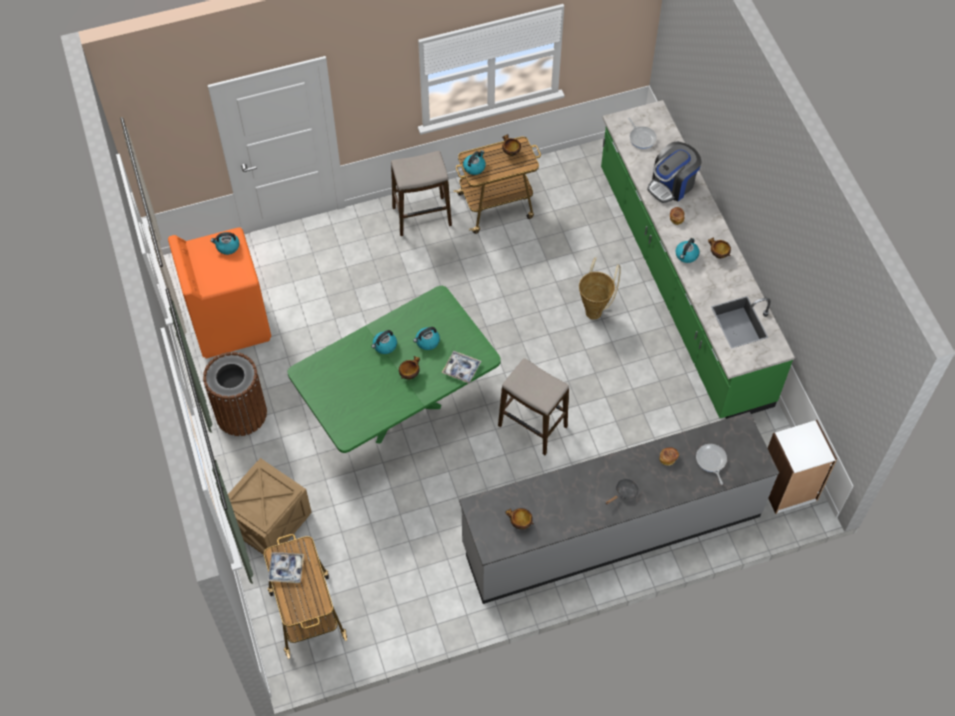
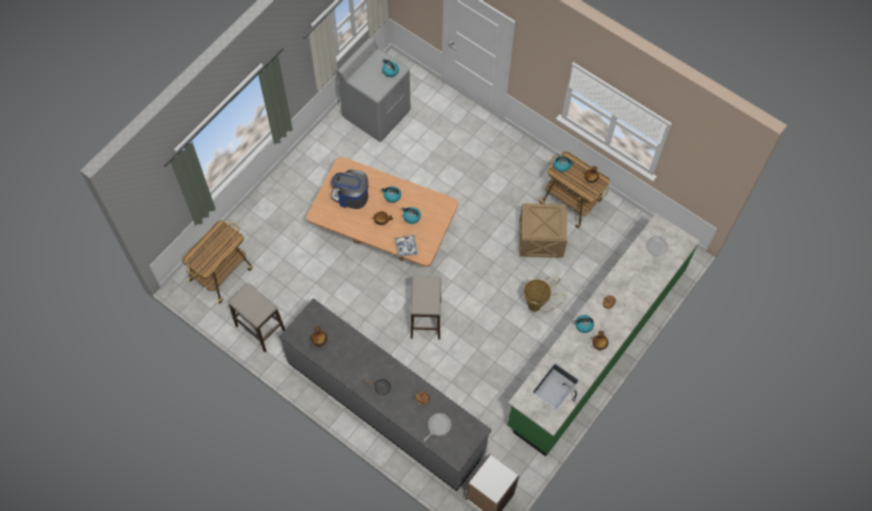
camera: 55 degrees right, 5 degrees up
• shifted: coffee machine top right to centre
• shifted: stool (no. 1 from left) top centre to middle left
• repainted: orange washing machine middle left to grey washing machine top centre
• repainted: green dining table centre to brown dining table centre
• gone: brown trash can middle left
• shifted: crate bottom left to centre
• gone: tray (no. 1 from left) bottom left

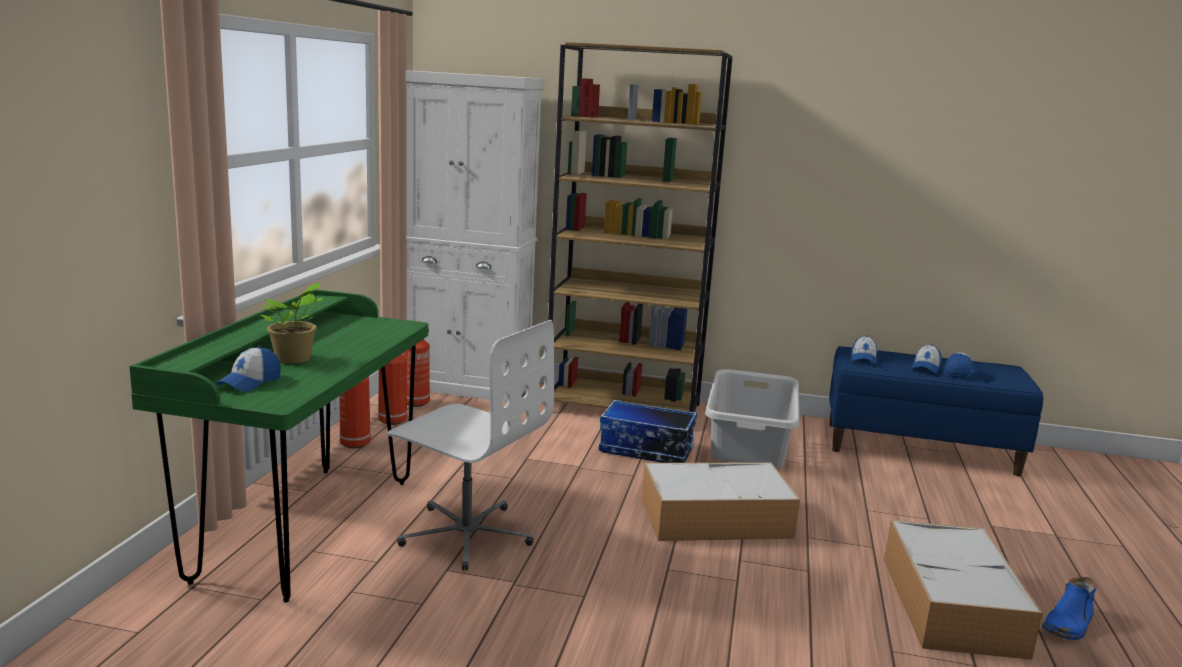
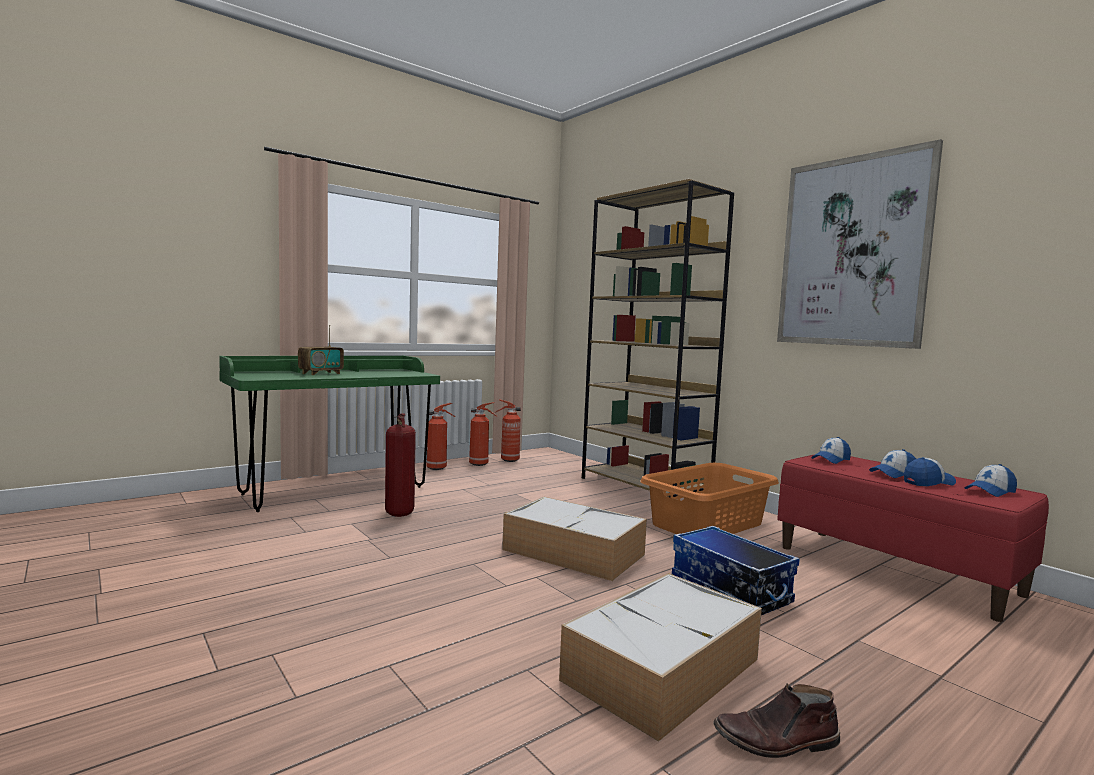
camera: 40 degrees right, 10 degrees down
• gone: white cabinet centre
• swapped: potted plant middle left to radio middle left
• swapped: white office chair bottom centre to fire extinguisher (no. 1 from left) centre
• shifted: cap (no. 1 from left in the first image) middle left to cap (no. 4 from left) middle right
• repainted: blue bench middle right to red bench bottom right
• repainted: grey laundry basket centre to orange laundry basket centre
• shifted: storage box (no. 1 from left in the first image) centre to storage box (no. 3 from left) bottom right
• repainted: blue boot bottom right to brown boot bottom right
• new: picture top right

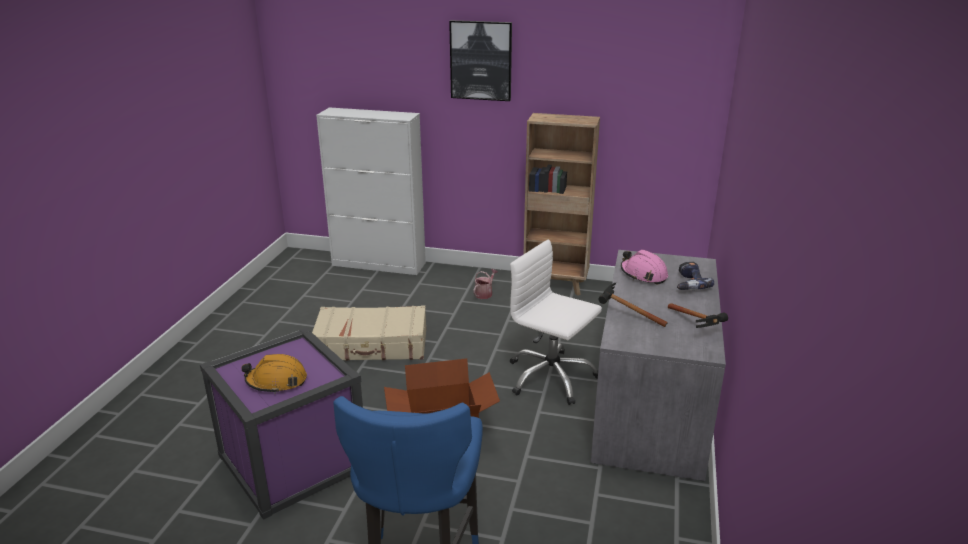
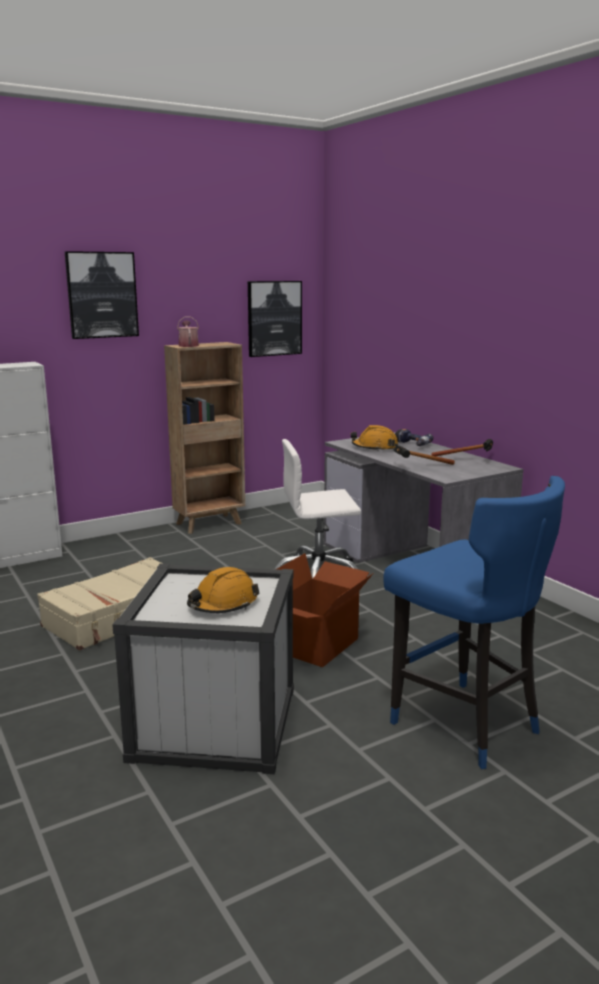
camera: 45 degrees left, 10 degrees down
• repainted: pink hard hat centre to orange hard hat (no. 2 from left) centre
• shifted: watering can centre to middle left
• repainted: purple storage box bottom left to white storage box bottom centre
• new: picture (no. 2 from left) top centre

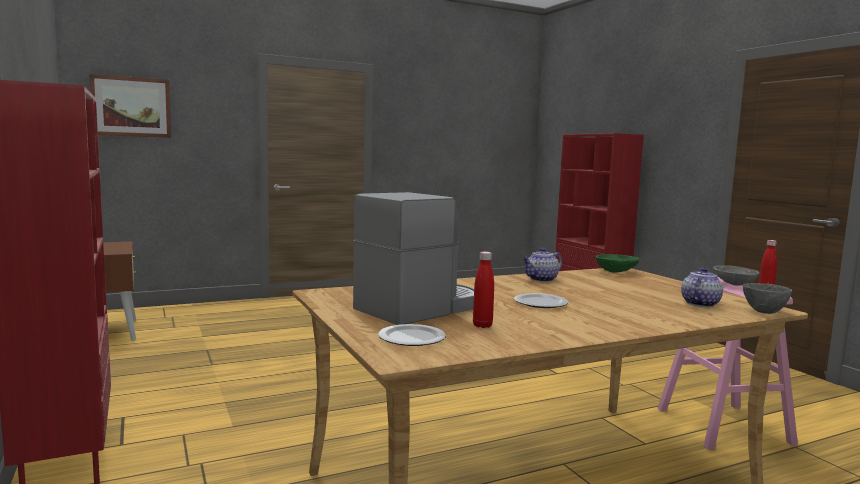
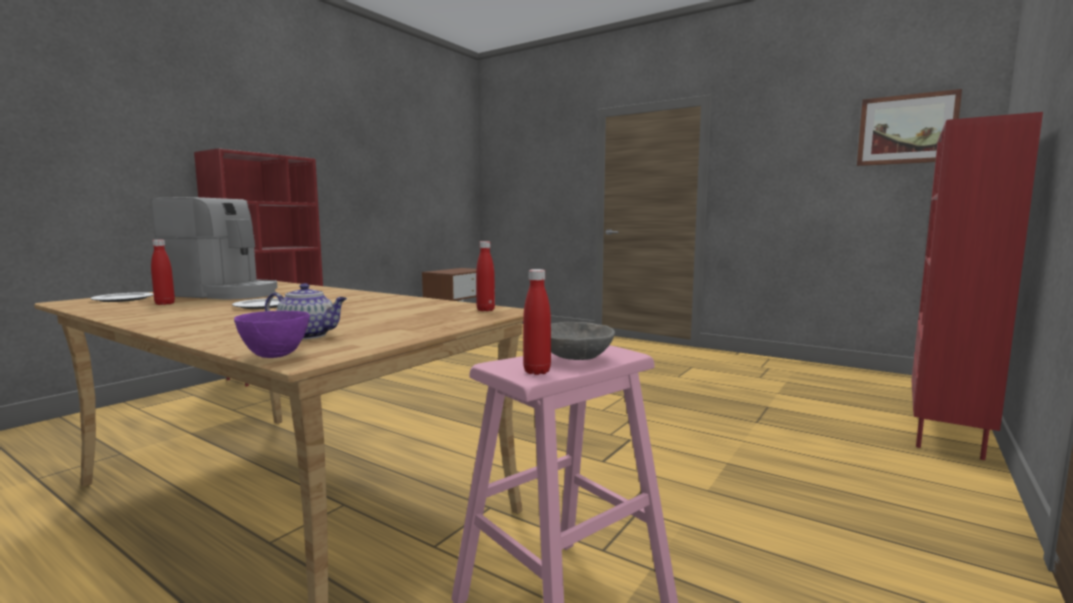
camera: 60 degrees right, 0 degrees up
• shifted: picture top left to top right
• gone: teapot (no. 1 from left) centre
• swapped: green bowl middle right to red bottle (no. 2 from left) centre
• repainted: grey bowl (no. 2 from left) middle right to purple bowl middle left

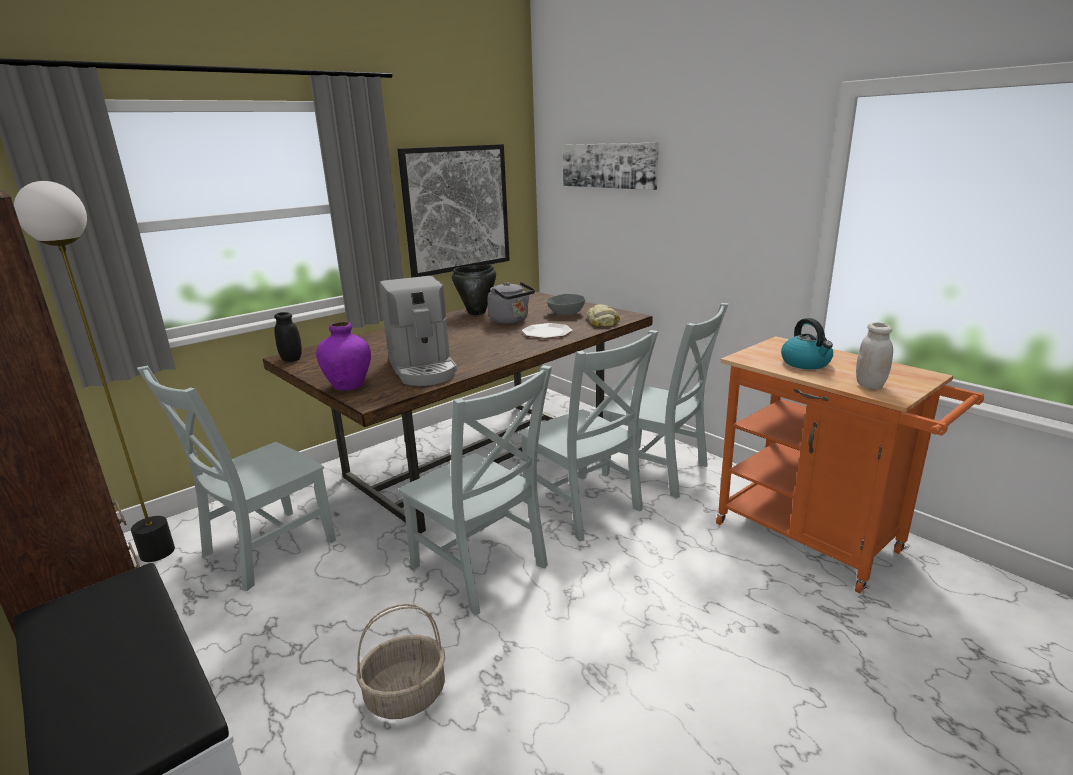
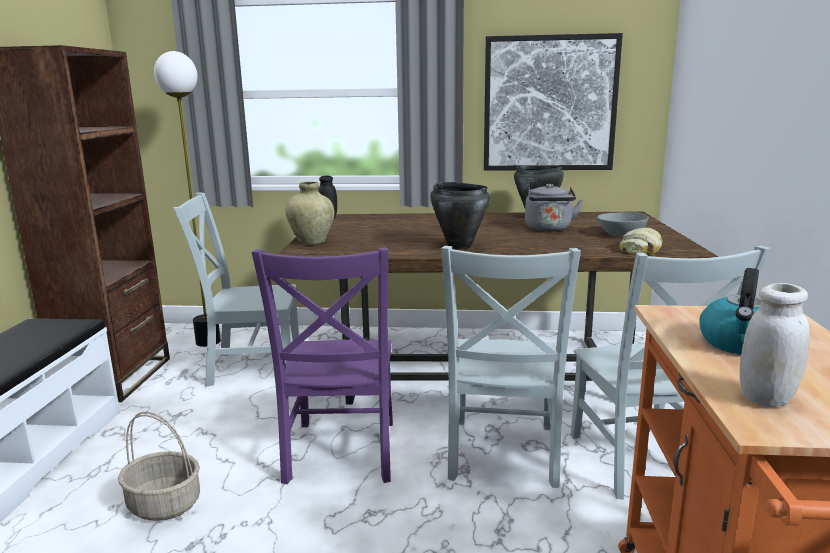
camera: 45 degrees right, 5 degrees down
• gone: picture (no. 2 from left) top centre
• gone: coffee machine centre
• repainted: purple vase middle left to beige vase centre
• gone: plate centre
• repainted: grey chair (no. 2 from left) centre to purple chair centre
• new: black cooking pot (no. 1 from left) centre

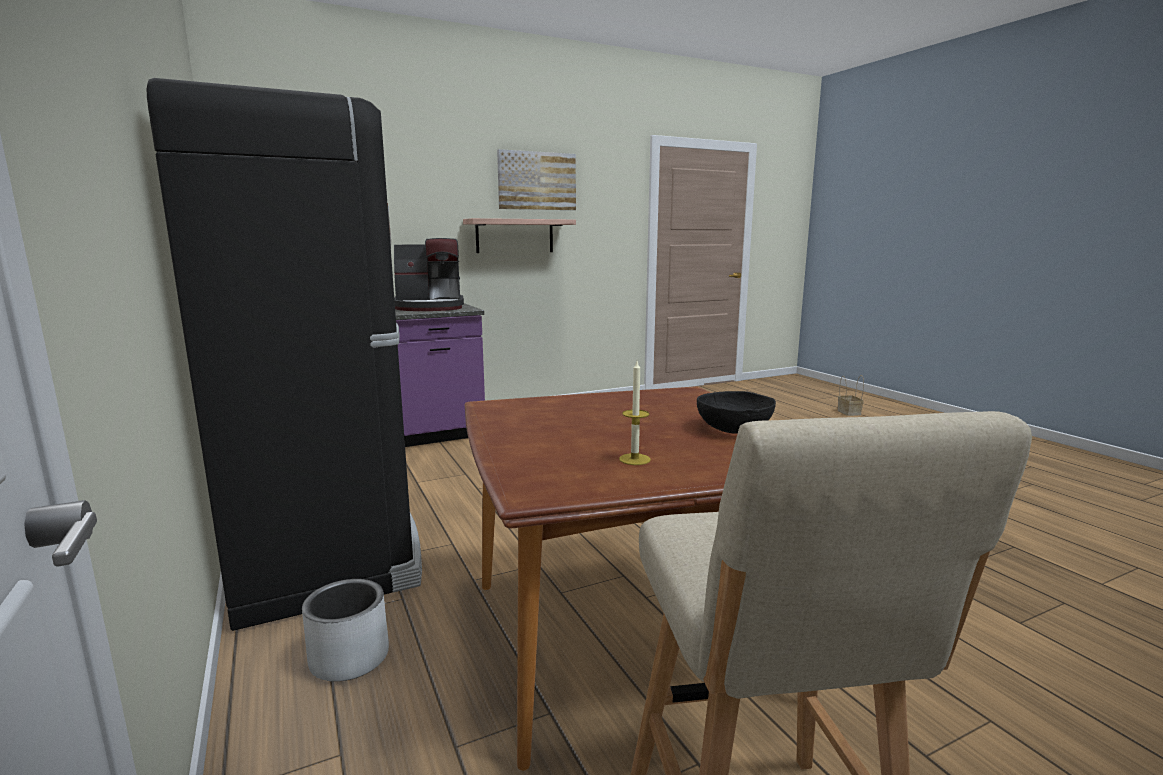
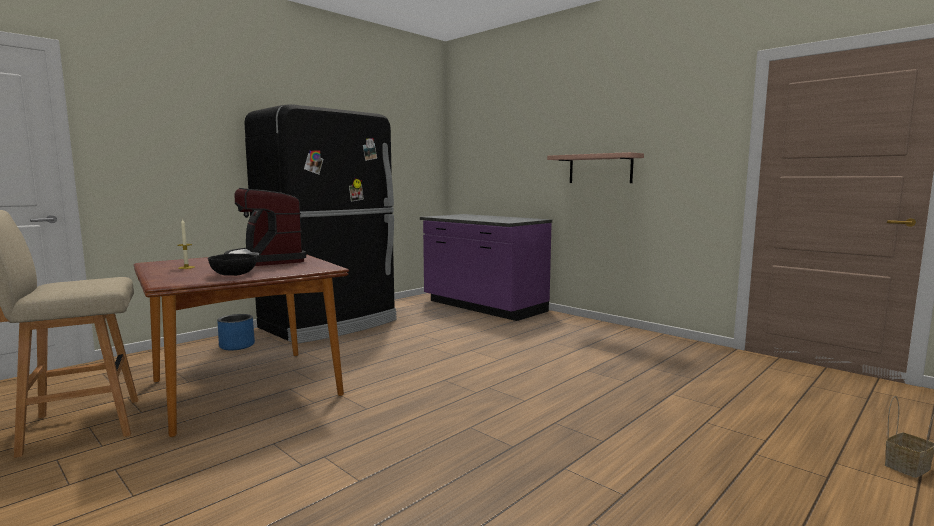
camera: 70 degrees right, 5 degrees down
• gone: picture top centre
• shifted: coffee machine centre to middle left
• repainted: grey planter bottom left to blue planter middle left

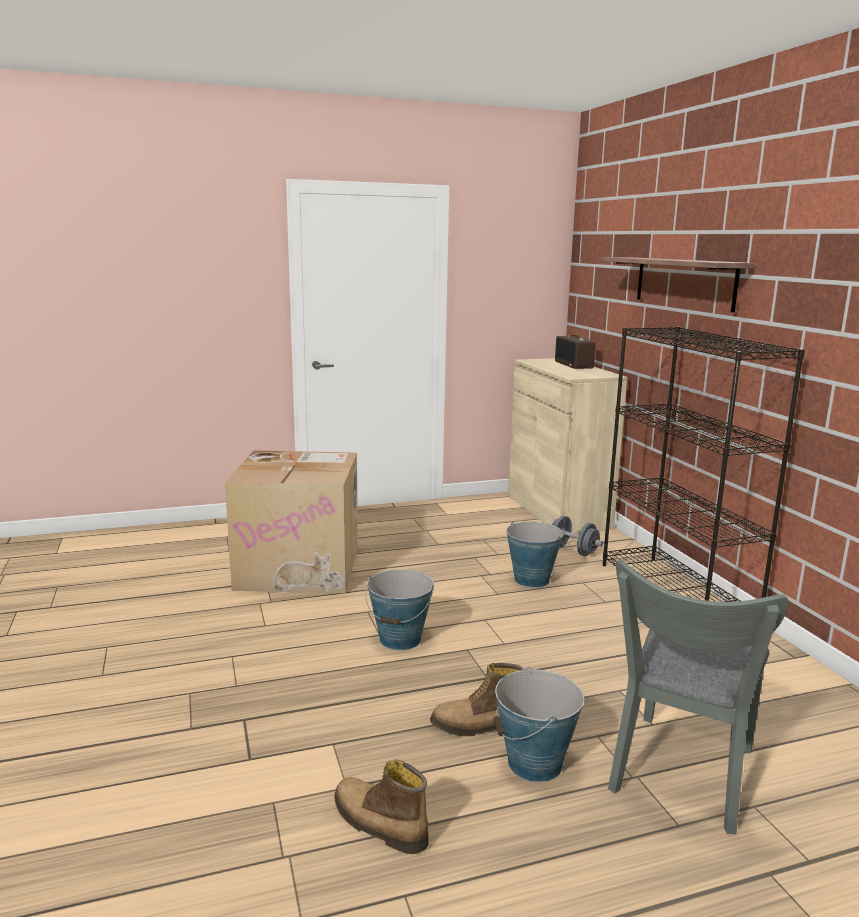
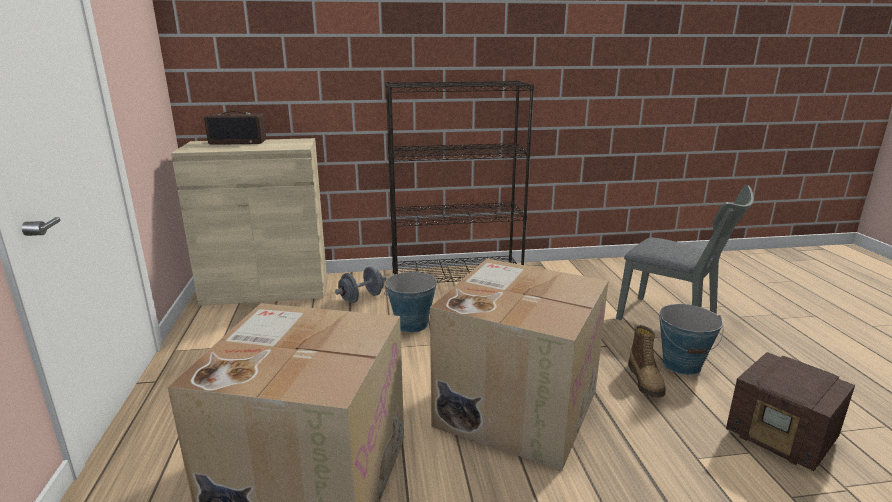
camera: 80 degrees left, 5 degrees up
• gone: shelf top right
• swapped: bucket (no. 1 from left) centre to cardboard box (no. 2 from left) bottom centre
• swapped: boot (no. 1 from left) bottom centre to radio (no. 2 from left) bottom right

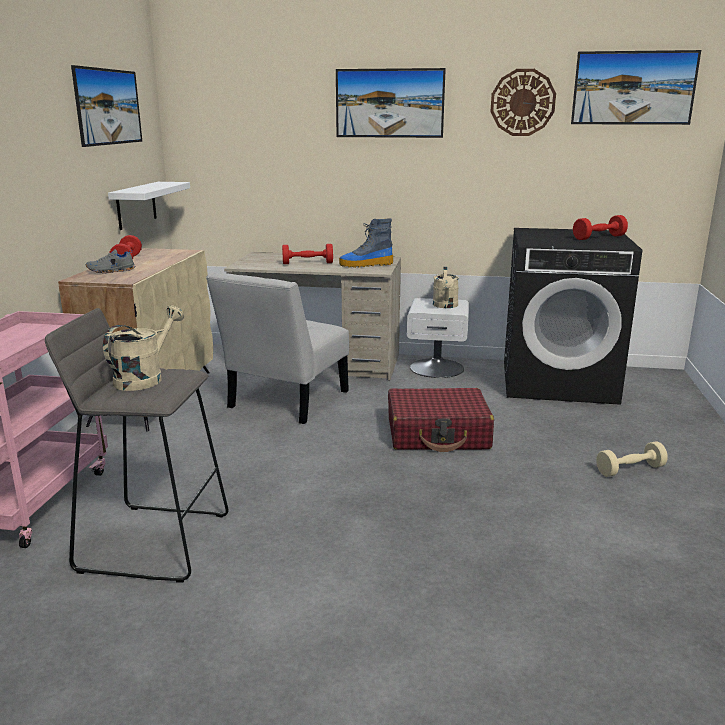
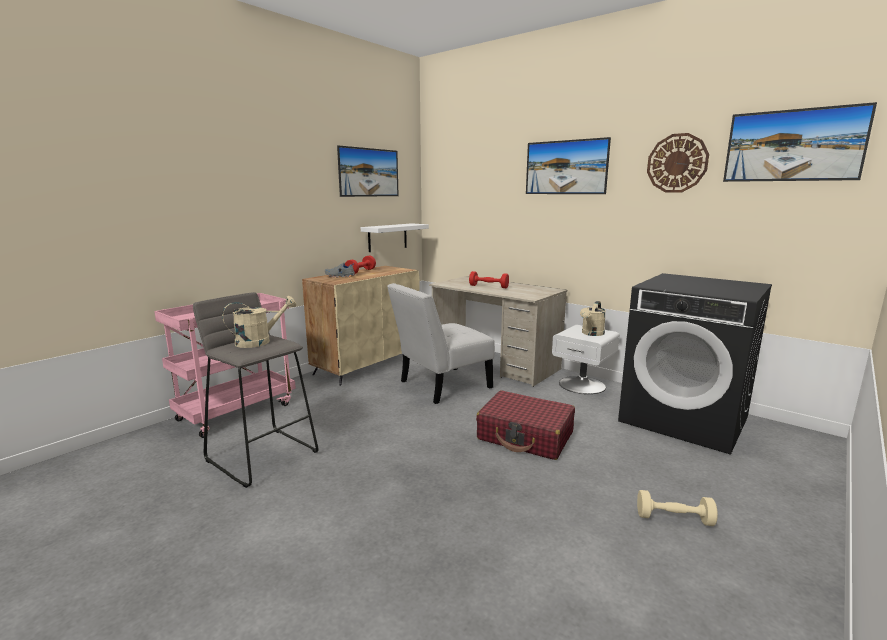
camera: 30 degrees right, 5 degrees down
• gone: red dumbbell (no. 3 from left) top right
• gone: boot centre

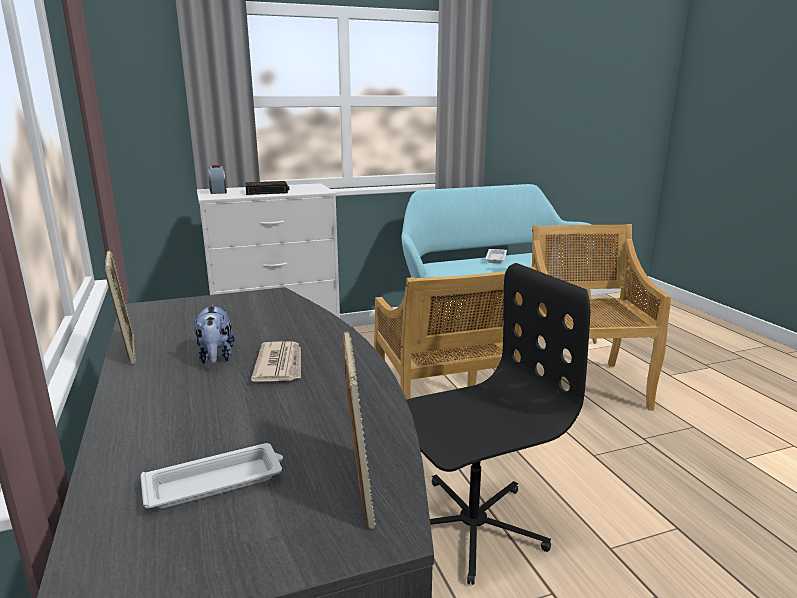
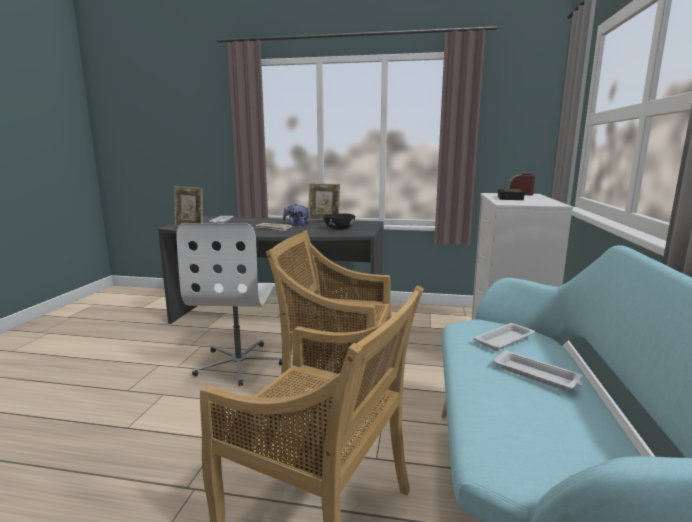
camera: 120 degrees right, 5 degrees down
• repainted: black office chair bottom centre to white office chair middle left
• new: black bowl centre
• new: white tray (no. 2 from left) middle right

